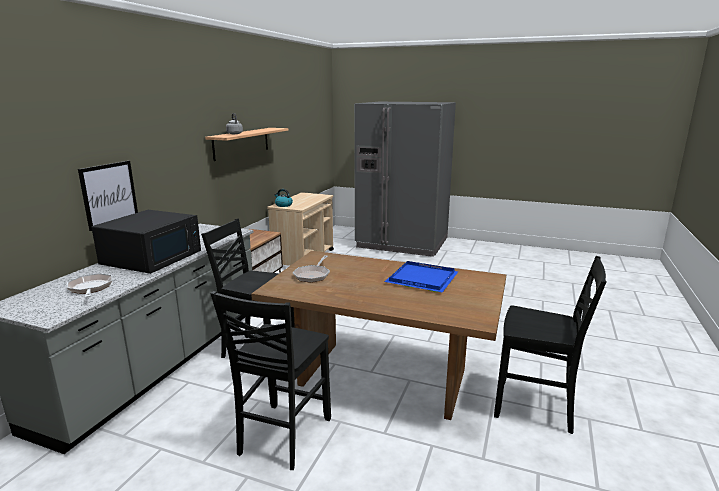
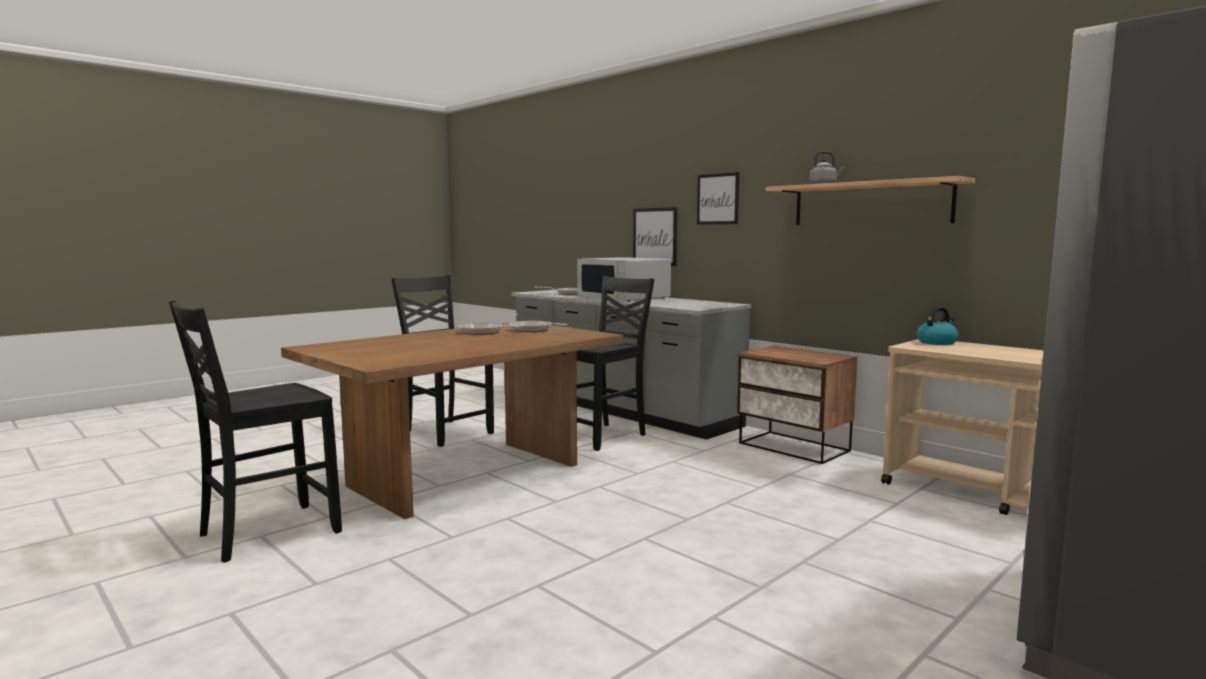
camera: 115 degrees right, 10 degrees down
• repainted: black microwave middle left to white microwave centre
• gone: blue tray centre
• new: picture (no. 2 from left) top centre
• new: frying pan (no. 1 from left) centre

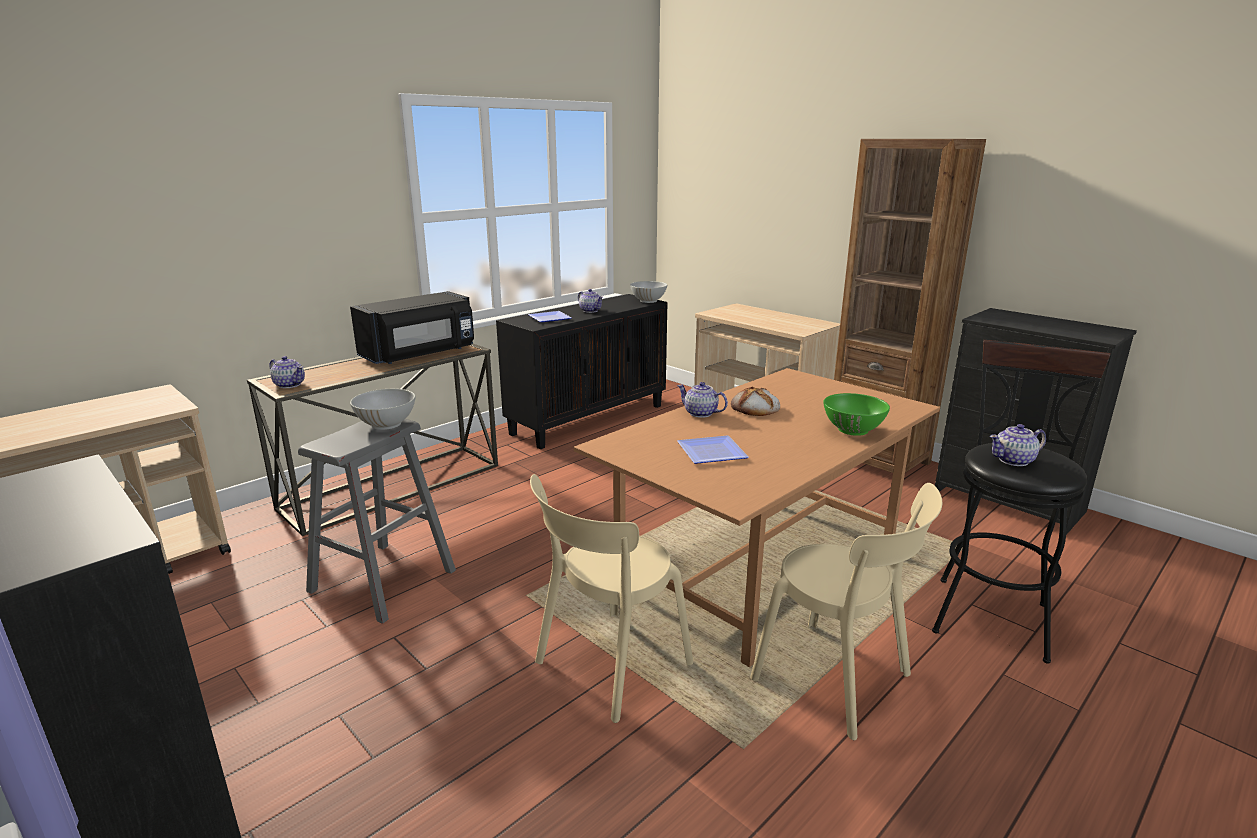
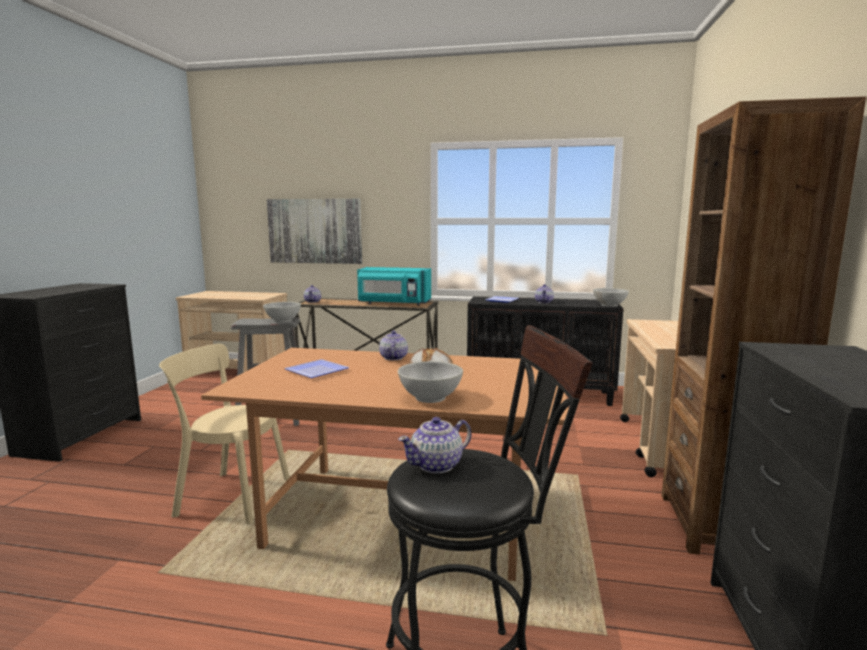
camera: 55 degrees right, 10 degrees down
• repainted: black microwave middle left to turquoise microwave centre
• repainted: green bowl middle right to white bowl (no. 2 from left) centre
• rotated: teapot (no. 4 from left in the first image) middle right = bottom centre 75 degrees counterclockwise
• gone: beige chair (no. 2 from left) bottom right
• new: picture centre

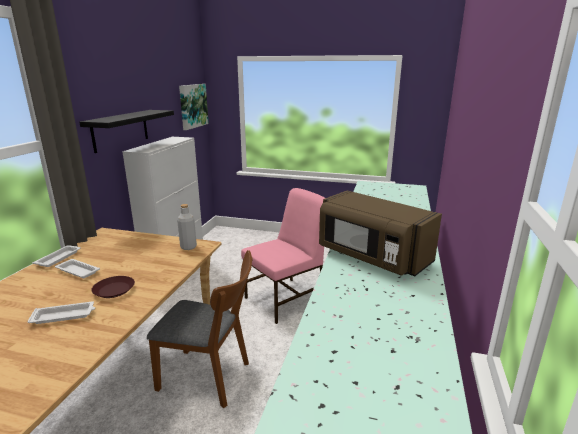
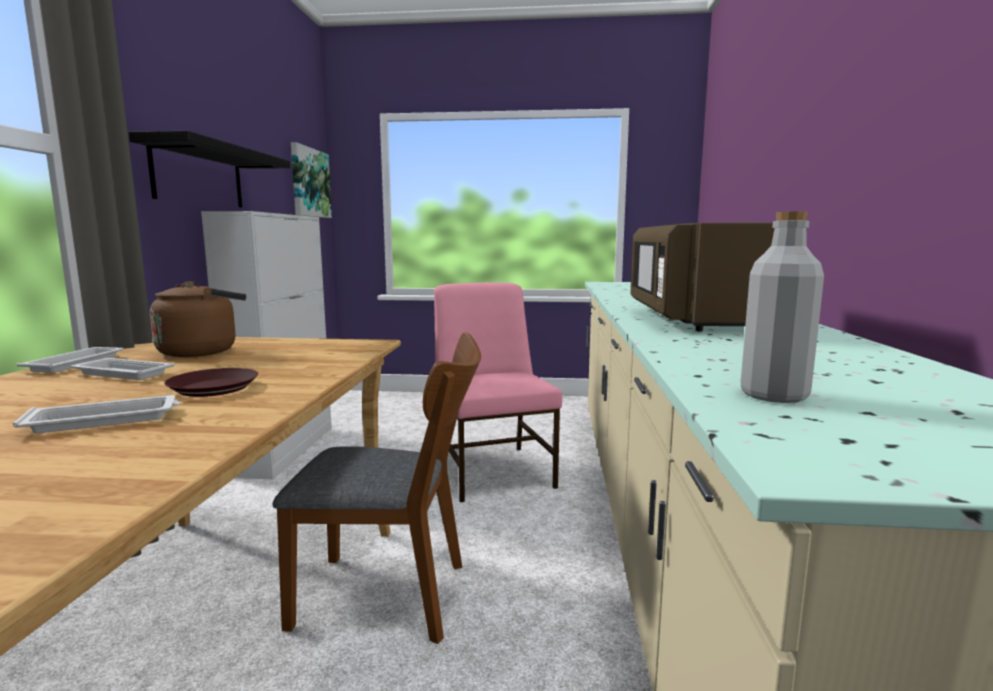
camera: 10 degrees left, 10 degrees down
• rotated: pink chair centre = centre 60 degrees counterclockwise
• rotated: brown microwave centre = middle right 60 degrees clockwise
• shifted: grey bottle middle left to middle right
• new: brown kettle middle left

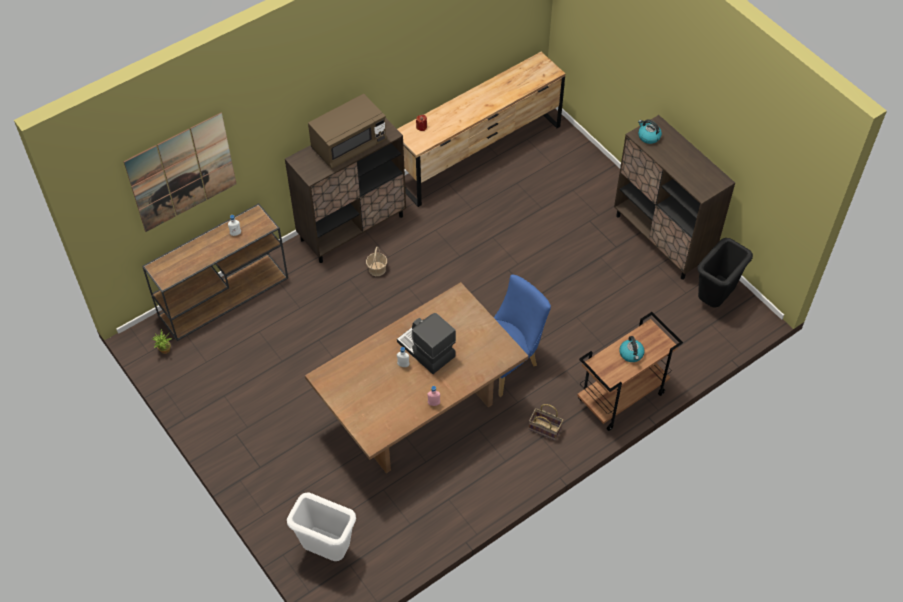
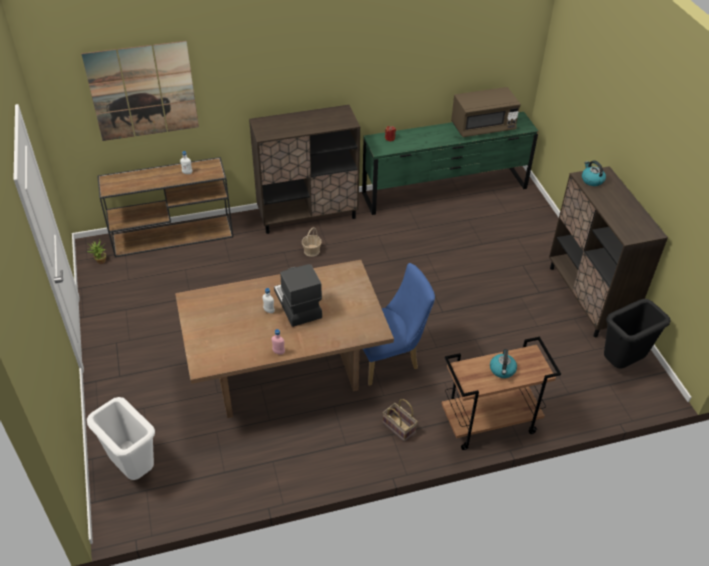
camera: 20 degrees right, 10 degrees down
• repainted: brown dresser top centre to green dresser top centre
• shifted: brown microwave top centre to top right

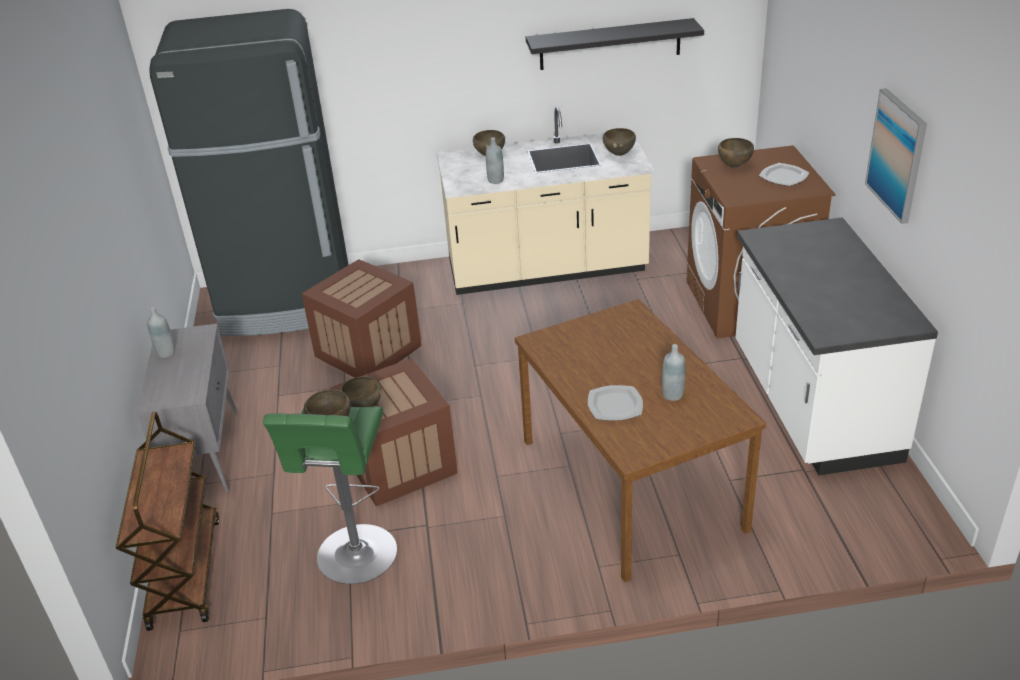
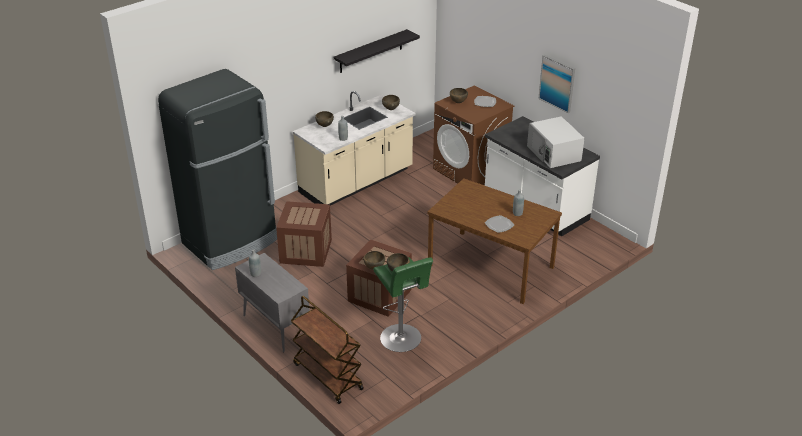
camera: 35 degrees left, 0 degrees up
• new: white microwave top right

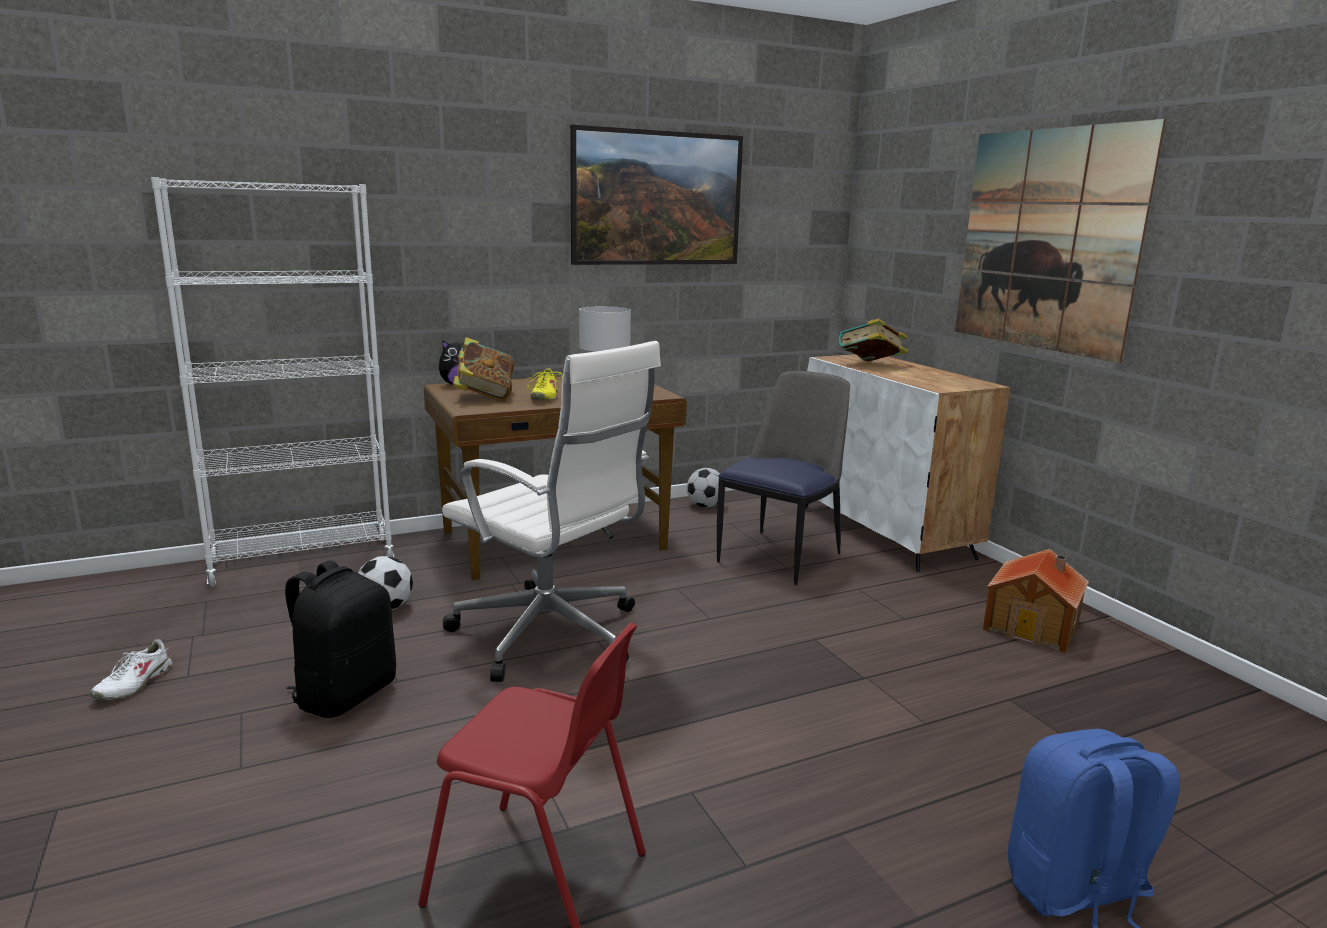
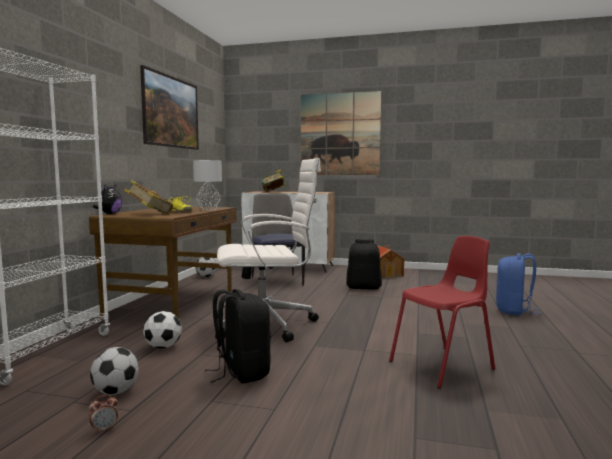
camera: 50 degrees left, 10 degrees down
• swapped: white shoe bottom left to alarm clock bottom left
• new: black backpack (no. 2 from left) centre
• new: football (no. 1 from left) bottom left

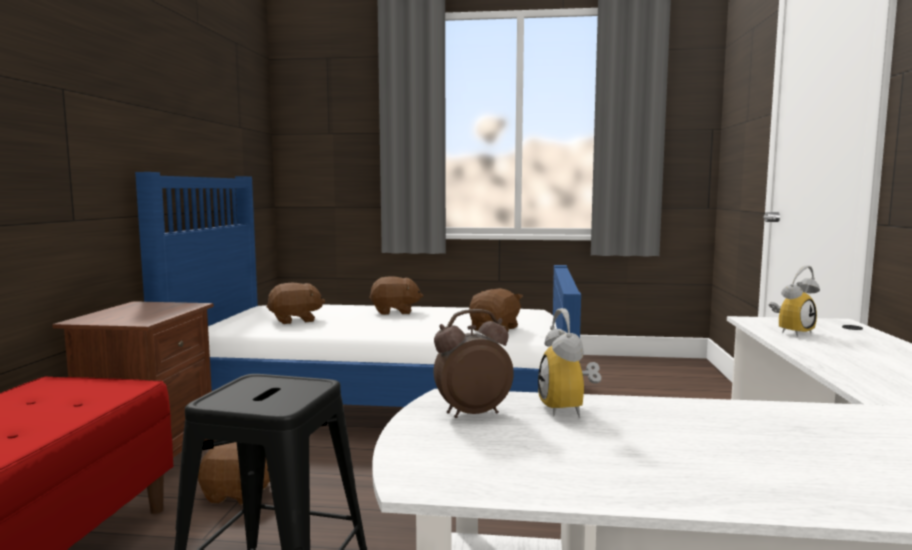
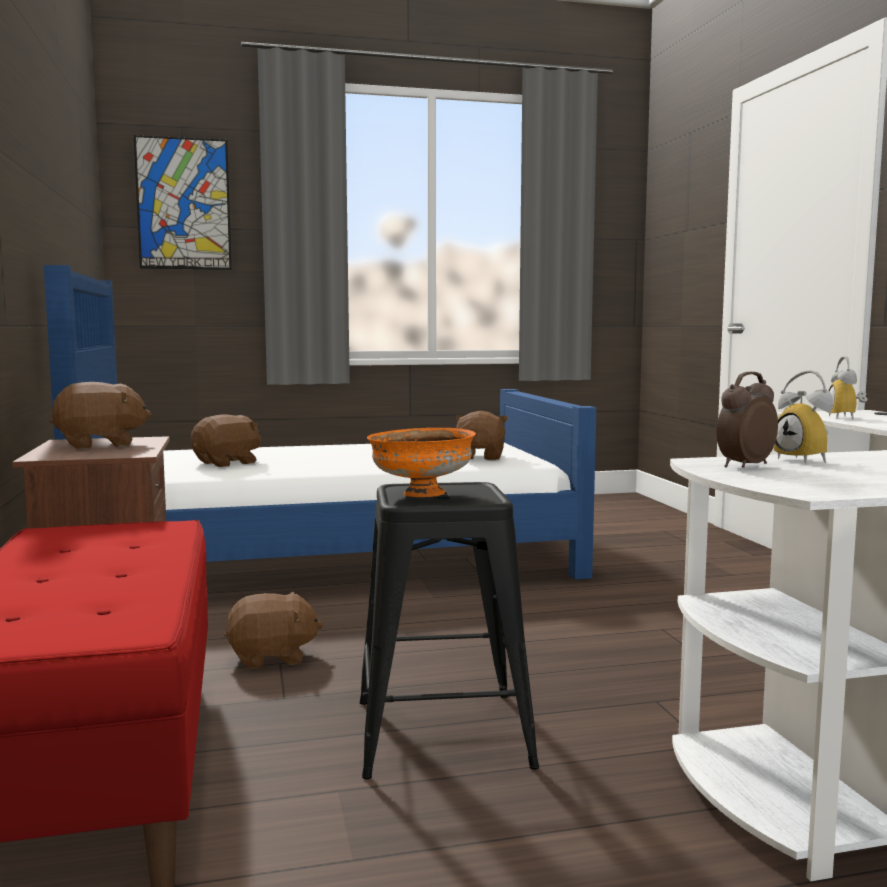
camera: 20 degrees left, 0 degrees up
• rotated: alarm clock (no. 3 from left) middle right = middle right 150 degrees clockwise
• shifted: brown plush toy (no. 3 from left in the first image) centre to brown plush toy (no. 1 from left) middle left
• new: picture top left
• new: orange bowl centre

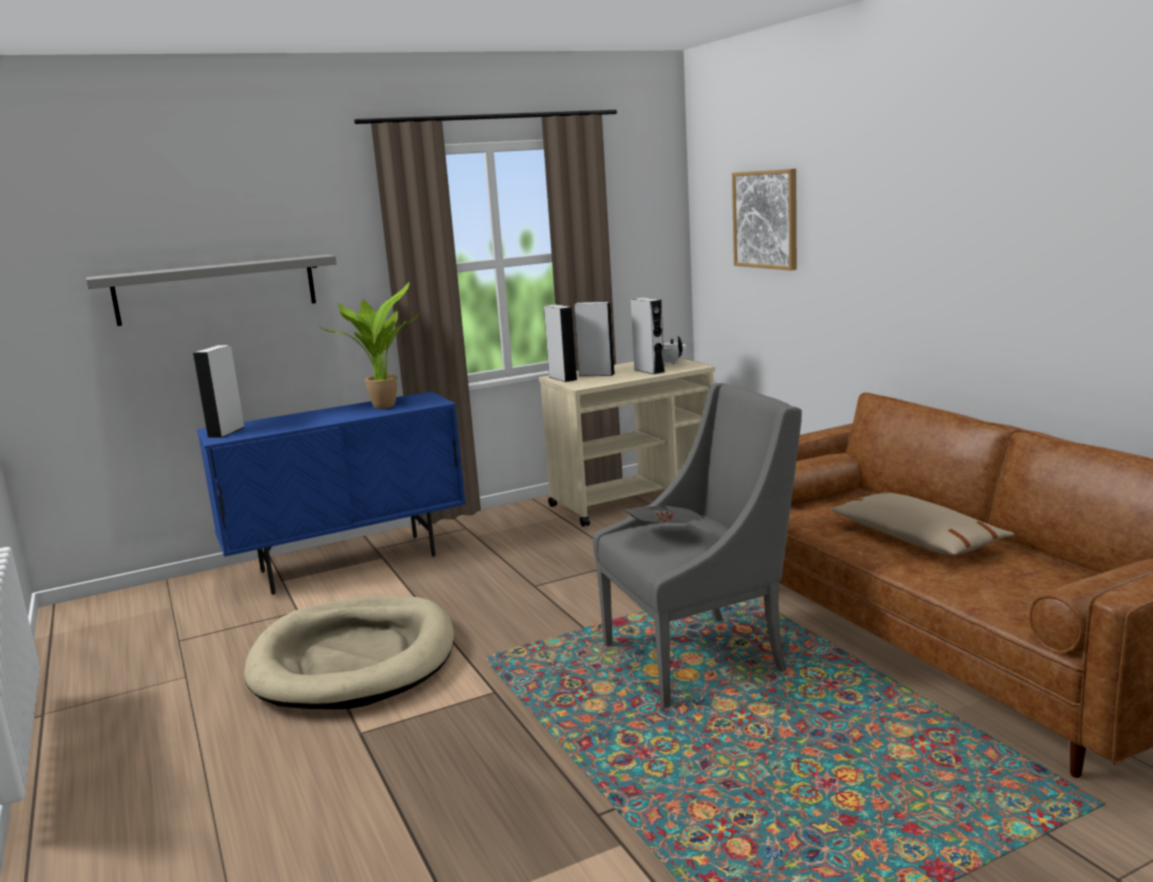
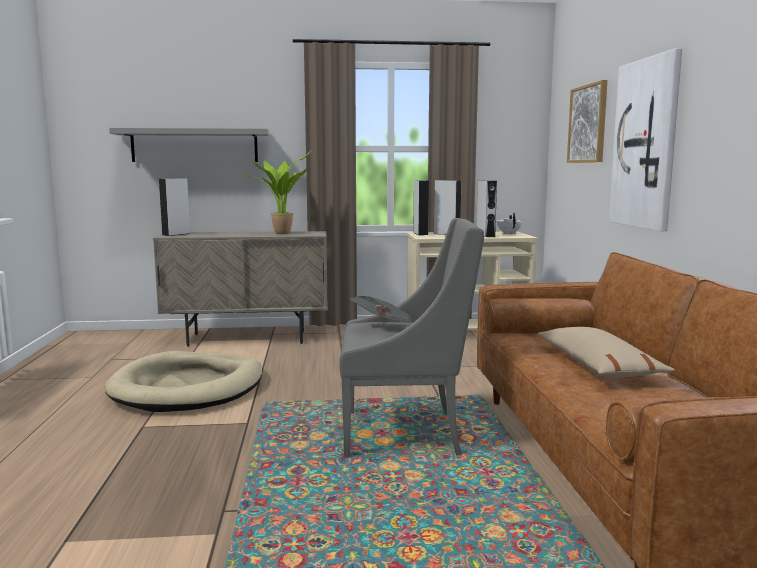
camera: 20 degrees right, 5 degrees down
• repainted: blue cabinet middle left to beige cabinet middle left
• new: picture (no. 2 from left) top right

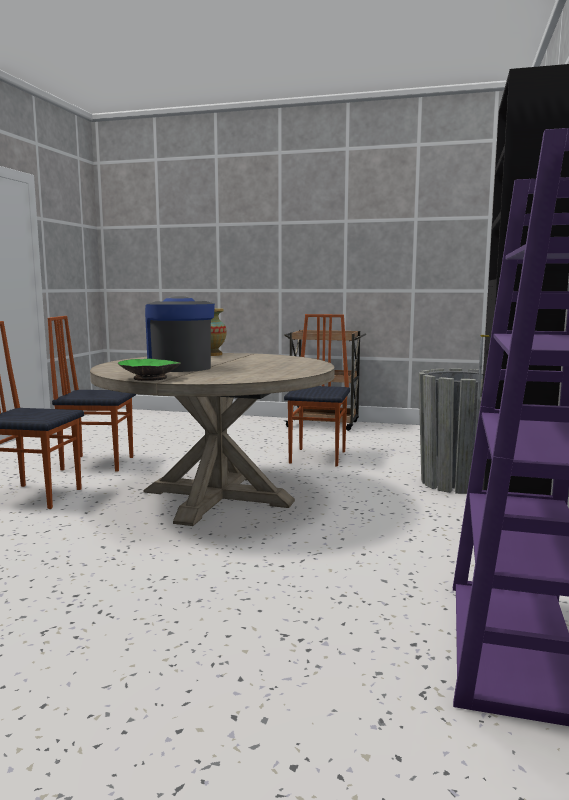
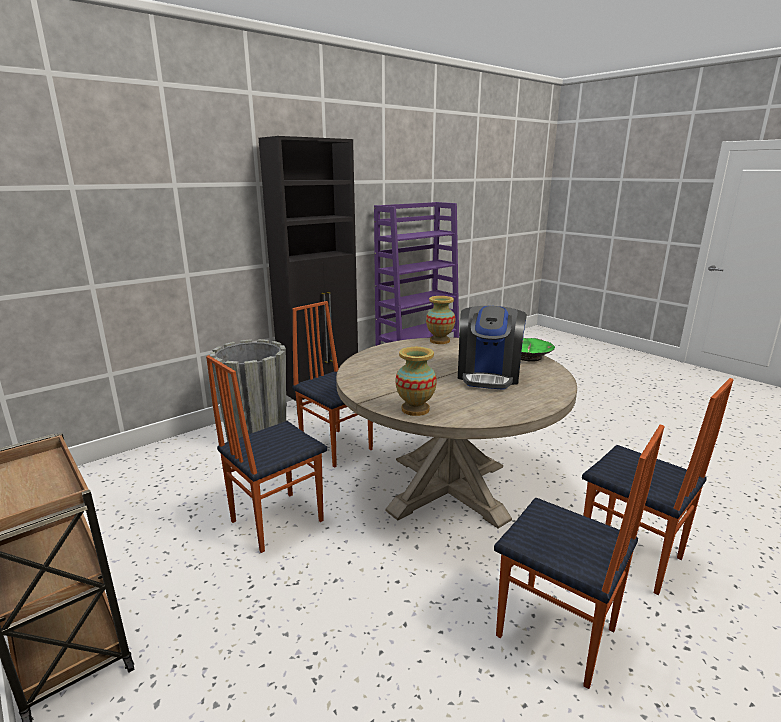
camera: 145 degrees left, 10 degrees up
• new: vase (no. 2 from left) centre
• new: chair (no. 2 from left) centre

